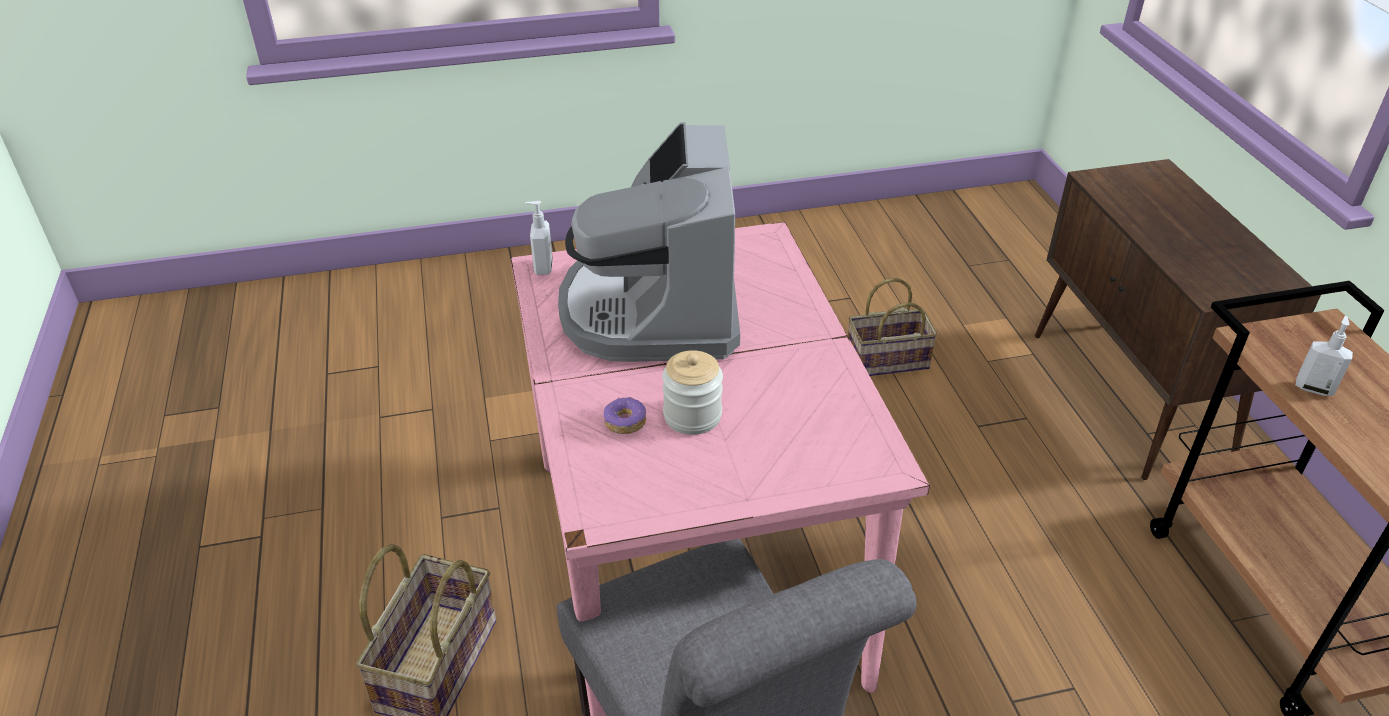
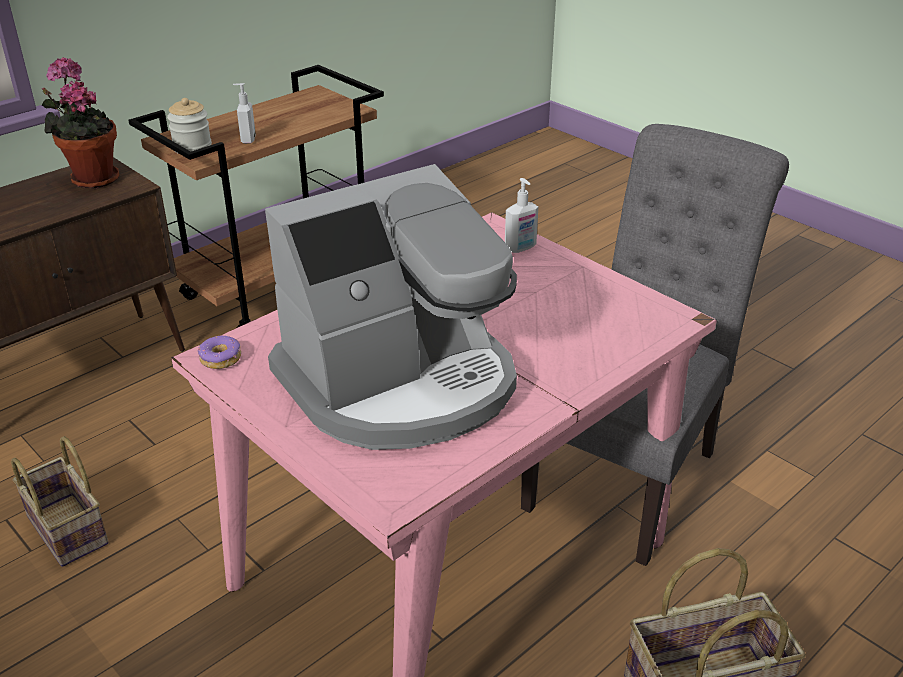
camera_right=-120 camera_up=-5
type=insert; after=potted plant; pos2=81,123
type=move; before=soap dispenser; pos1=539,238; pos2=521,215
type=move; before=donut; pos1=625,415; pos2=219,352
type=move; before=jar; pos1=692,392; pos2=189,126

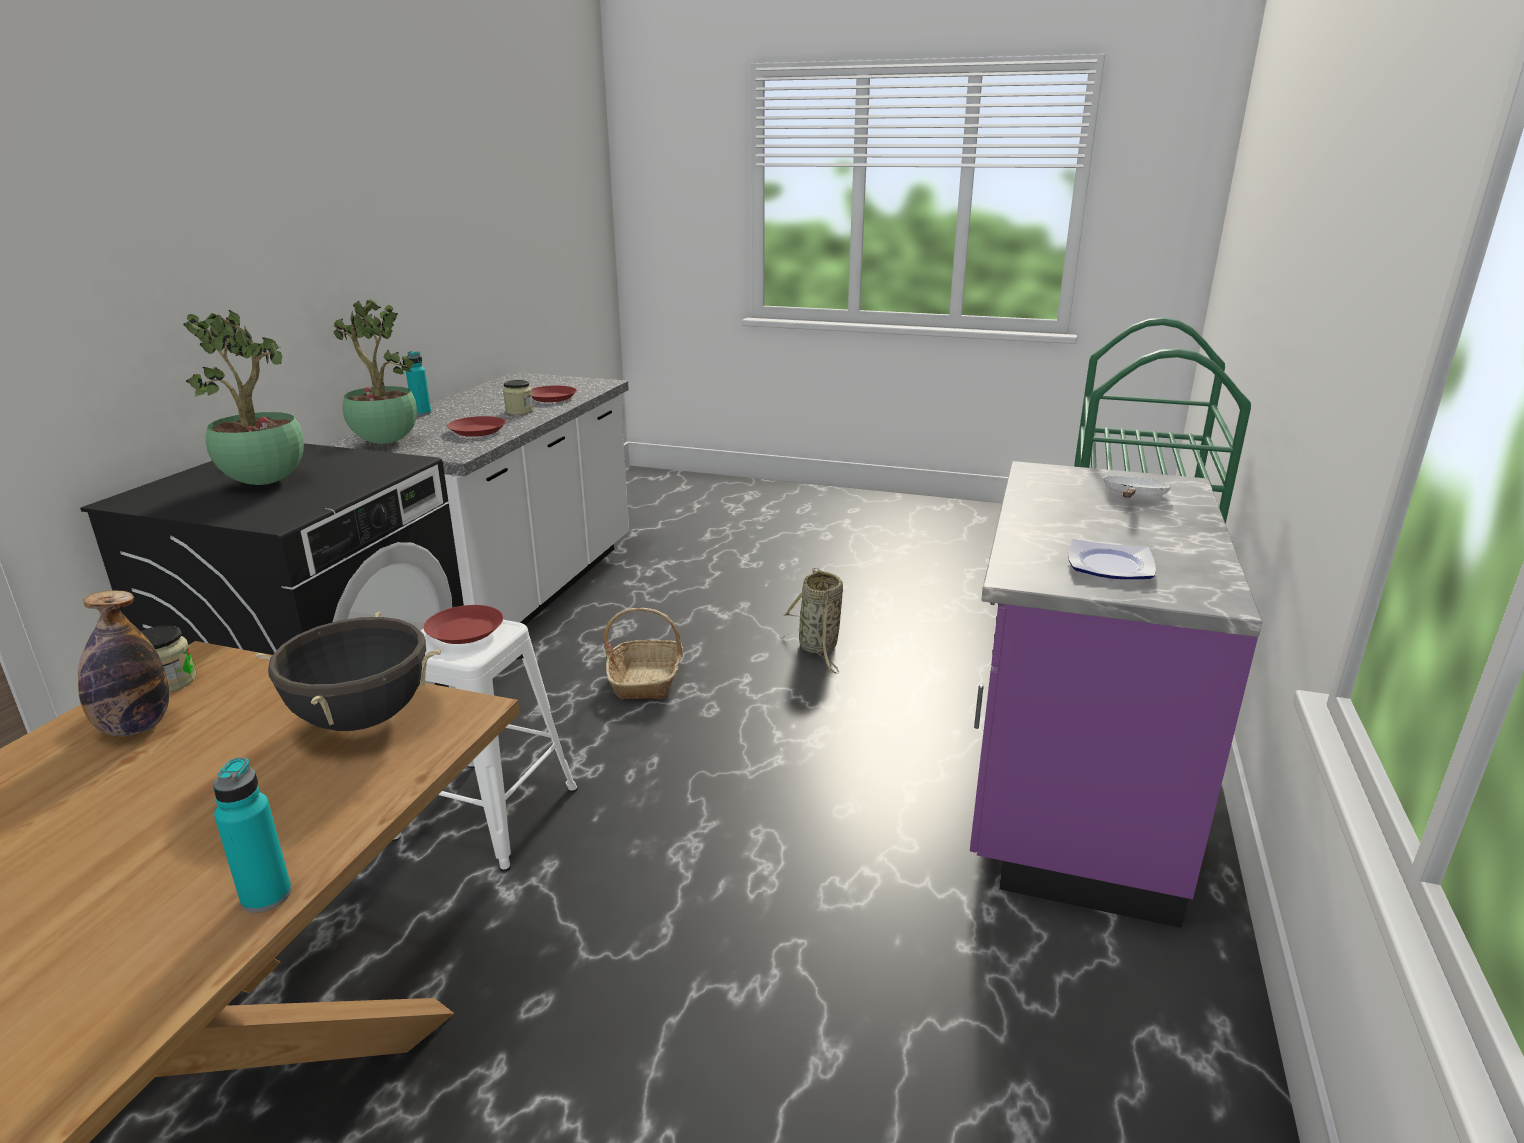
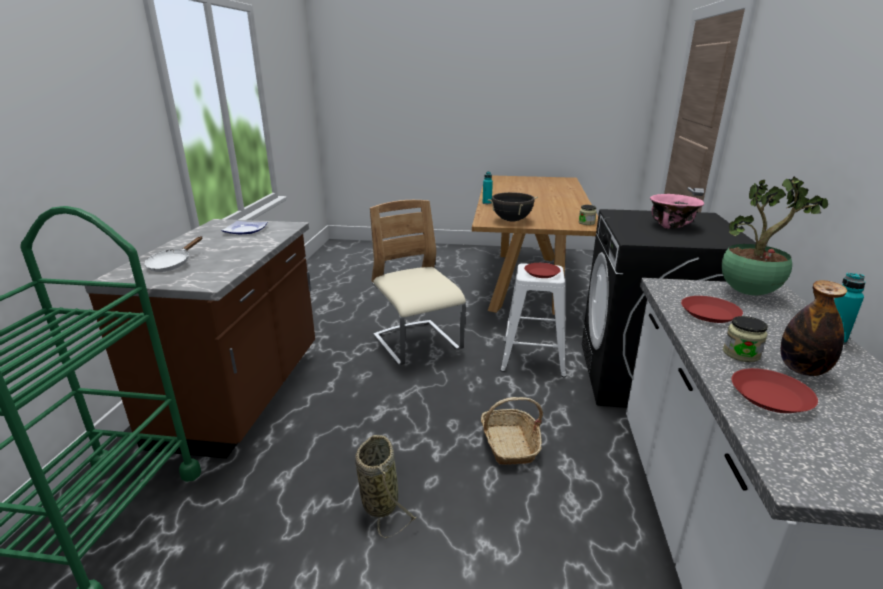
camera_right=170 camera_up=0
type=insert; after=chair/beige; pos2=418,283
type=move; before=bottle; pos1=123,663; pos2=814,328
type=replace; before=potted plant; after=bowl/pink; pos1=243,397; pos2=677,211
type=recolor; before=counter/purple; after=counter/brown; pos1=1116,694; pos2=199,339

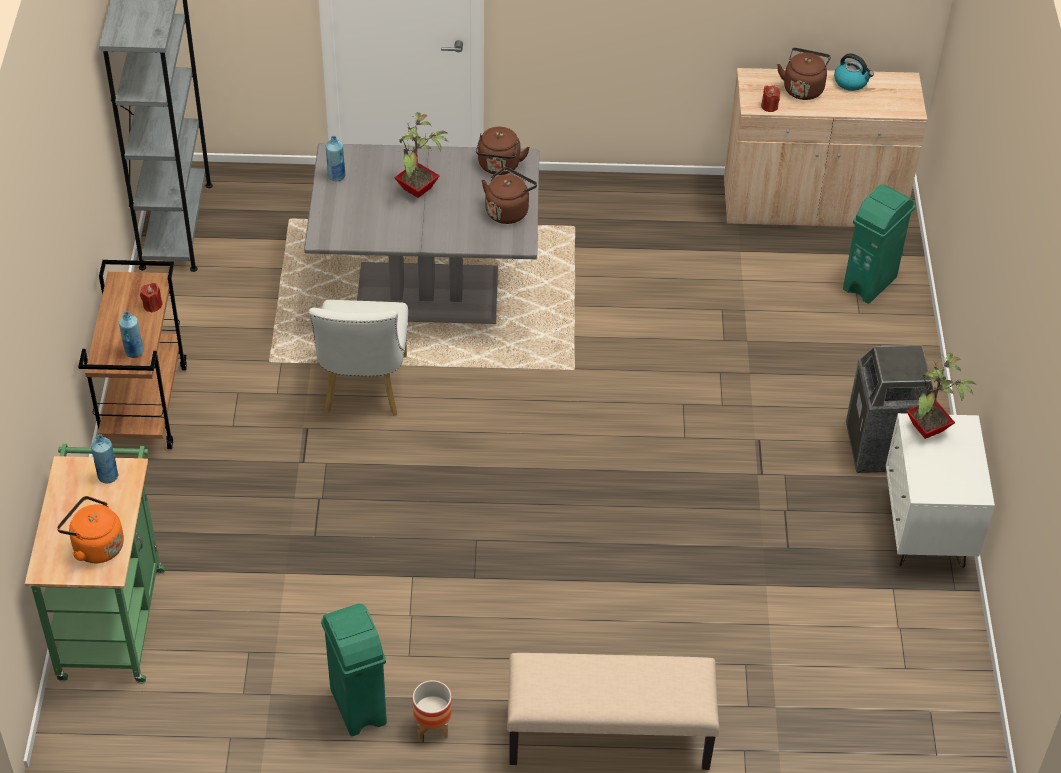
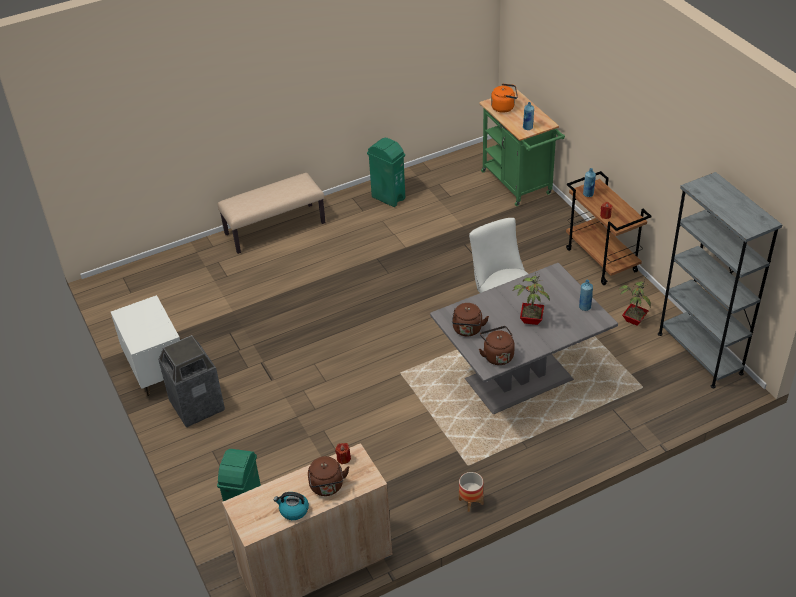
camera_right=155 camera_up=-5
type=move; before=planter; pos1=432,709; pos2=471,492
type=move; before=potted plant; pos1=941,396; pos2=635,302

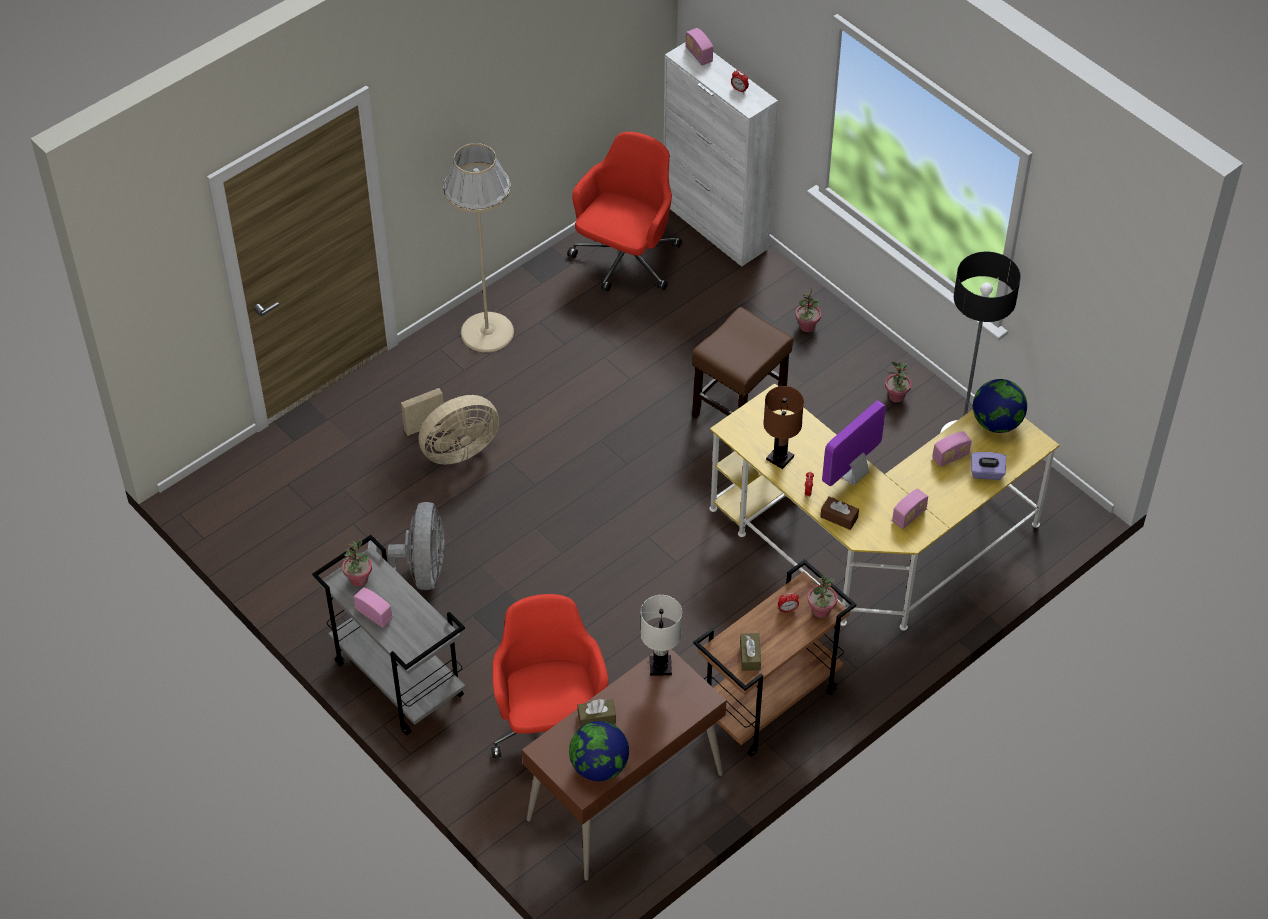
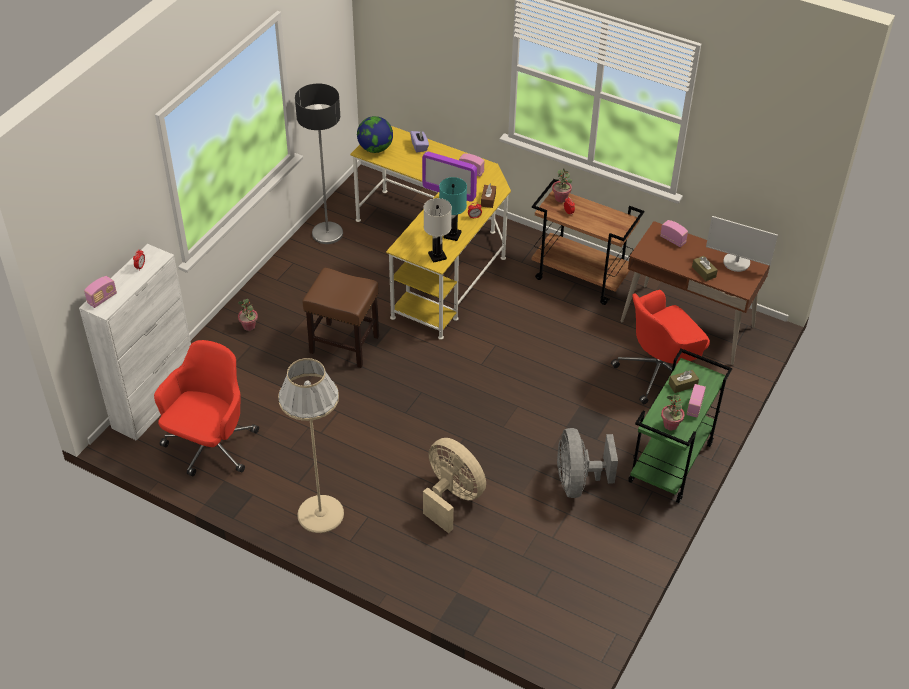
camera_right=-110 camera_up=-5
type=delete; before=potted plant; pos1=898,382
type=move; before=table lamp/white; pos1=661,635; pos2=437,230
type=move; before=tissue box/brown; pos1=750,652; pos2=684,381
type=move; before=radio; pos1=952,449; pos2=674,233
type=replace; before=globe; after=monitor; pos1=599,751; pos2=742,244
type=recolor; before=cart/grey; after=cart/green; pos1=388,635; pos2=680,426
type=recolor; before=table lamp/brown; after=table lamp/turquoise; pos1=783,427; pos2=453,209
type=rotate; before=fan/grey; pos1=406,546; pos2=587,463; turn=-75
type=rotate; before=office chair/red; pos1=624,211; pos2=206,408; turn=105

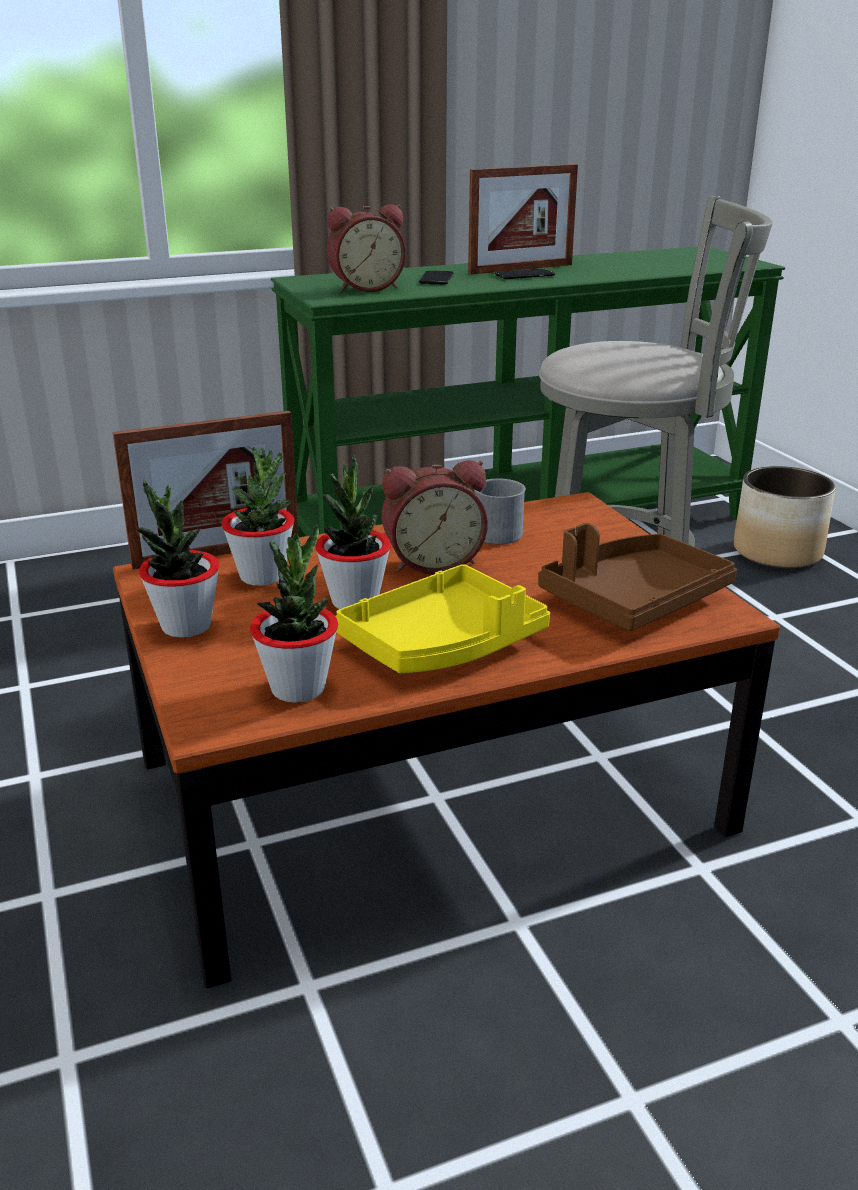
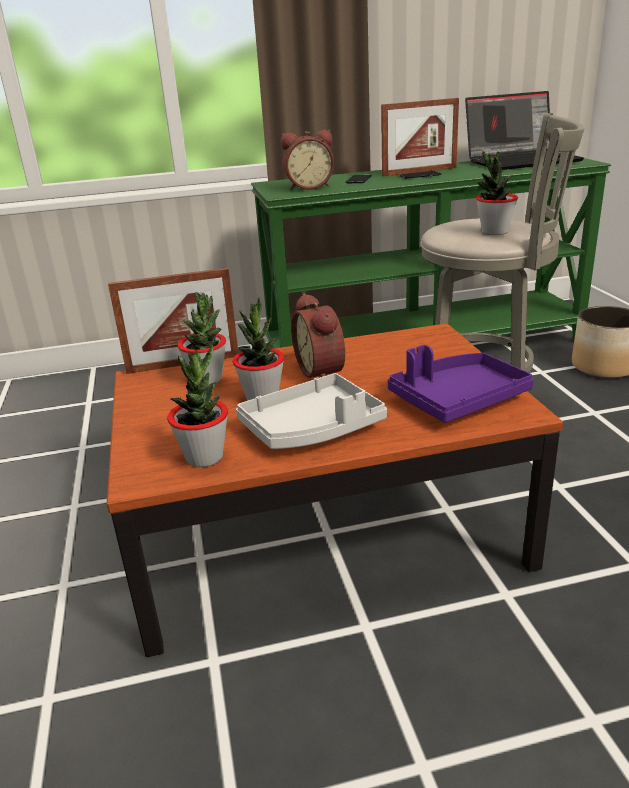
camera_right=10 camera_up=0
type=delete; before=mug/grey; pos1=500,511
type=insert; after=laptop; pos2=524,130
type=move; before=potted plant; pos1=177,558; pos2=497,193
type=recolor; before=tray/yellow; after=tray/grey; pos1=442,618; pos2=311,411
type=recolor; before=tray/brown; after=tray/purple; pos1=637,577; pos2=461,384
type=rotate; before=alarm clock; pos1=435,517; pos2=318,335; turn=75

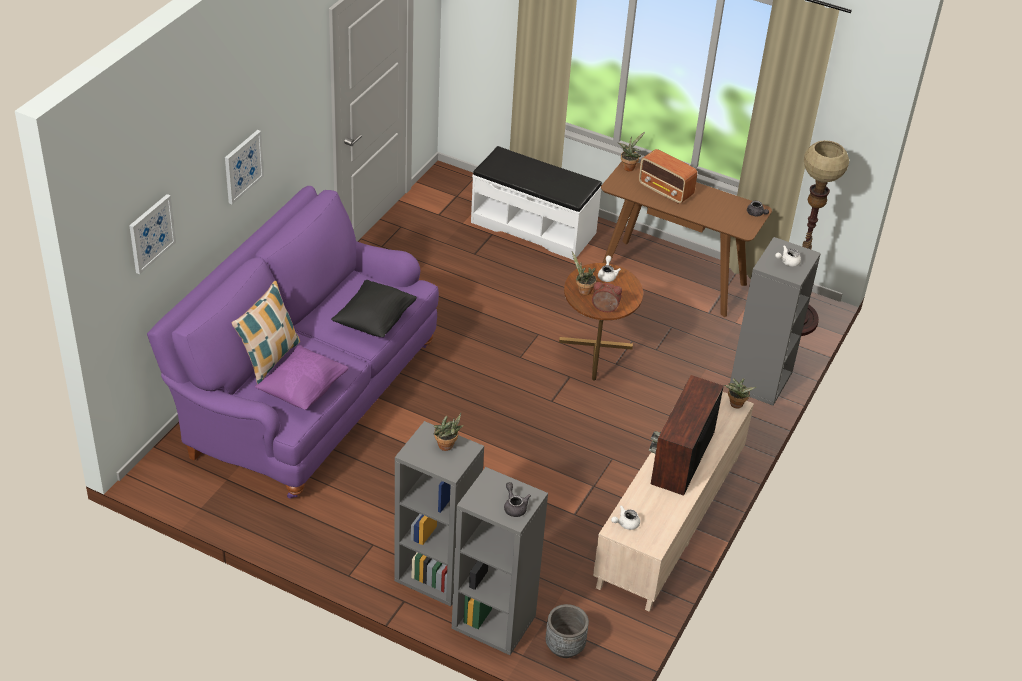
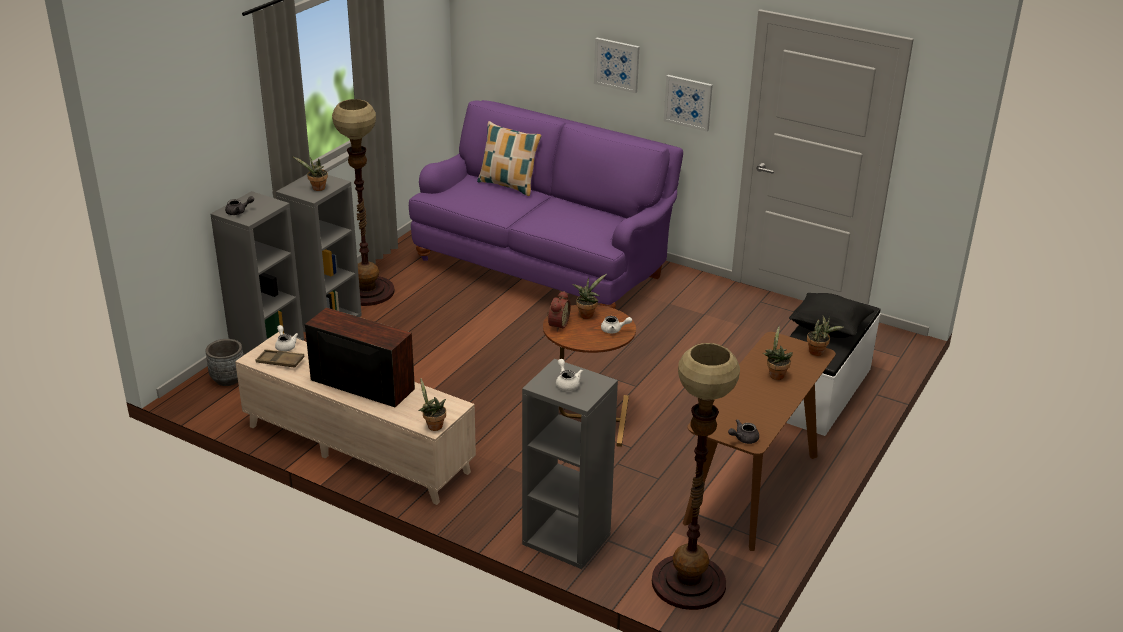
camera_right=95 camera_up=-10
type=delete; before=pillow/purple; pos1=301,377
type=insert; after=tray/brown; pos2=280,358
type=insert; after=floor lamp; pos2=363,202
type=move; before=picture; pos1=152,234; pos2=688,103
type=move; before=pillow/black; pos1=374,308; pos2=831,315
type=replace; before=radio; after=potted plant; pos1=668,176; pos2=778,353

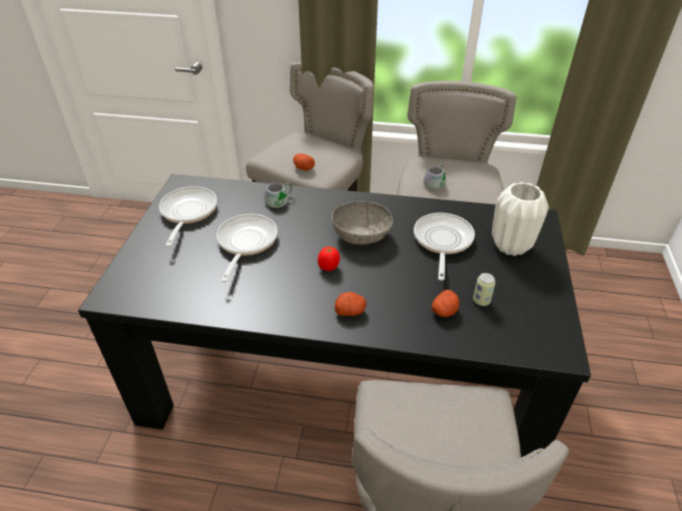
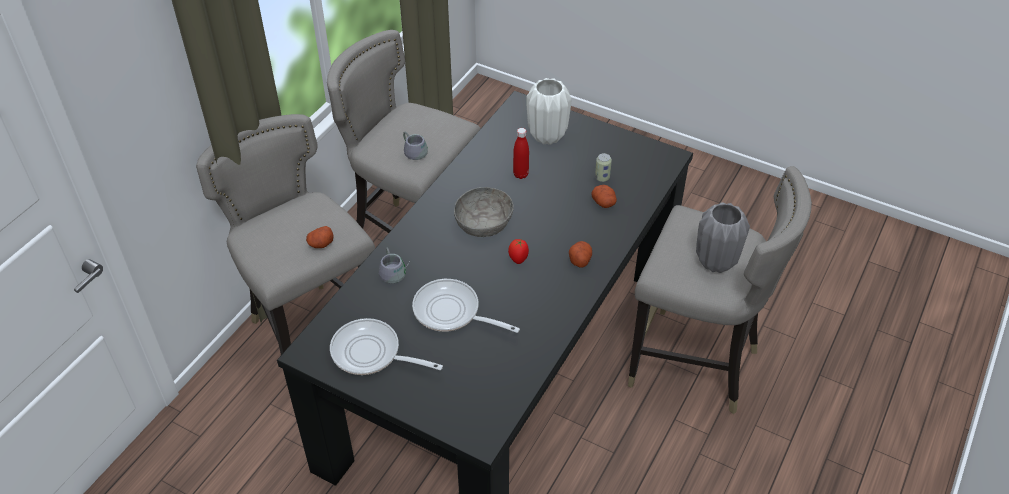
camera_right=-70 camera_up=5
type=insert; after=vase/grey; pos2=723,237
type=replace; before=frying pan; after=bottle/red; pos1=444,247; pos2=521,153

